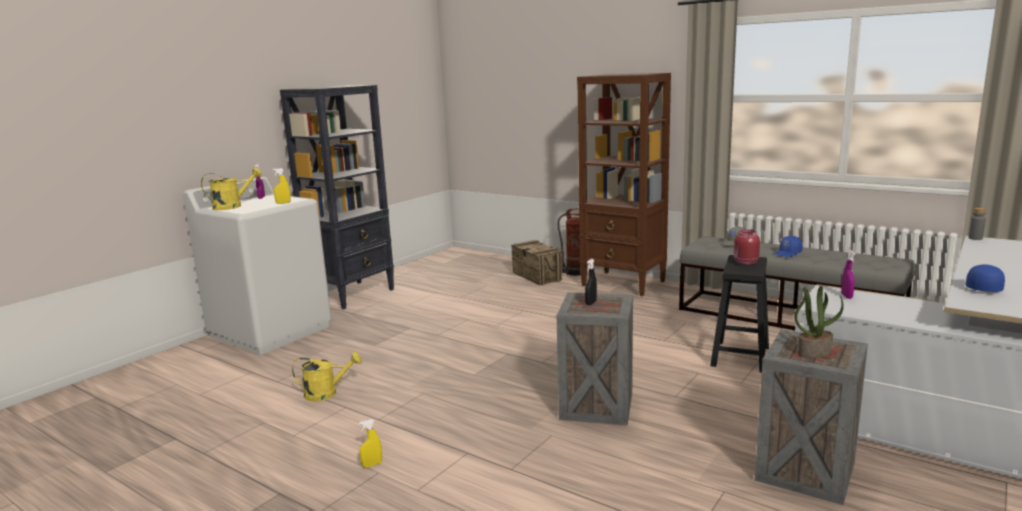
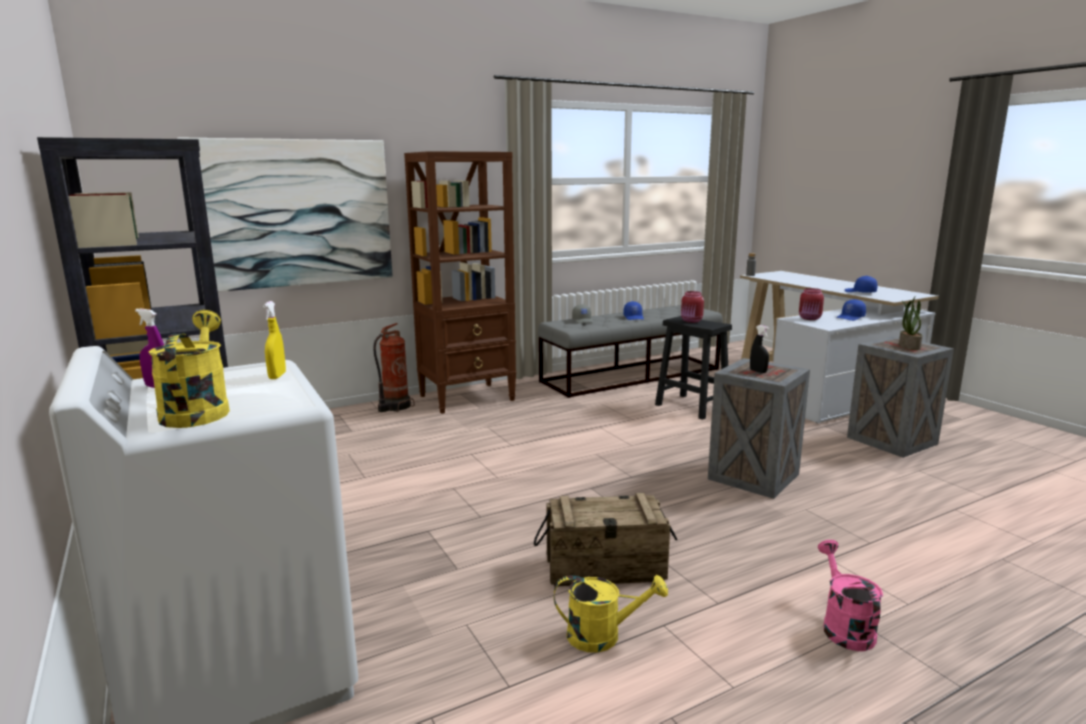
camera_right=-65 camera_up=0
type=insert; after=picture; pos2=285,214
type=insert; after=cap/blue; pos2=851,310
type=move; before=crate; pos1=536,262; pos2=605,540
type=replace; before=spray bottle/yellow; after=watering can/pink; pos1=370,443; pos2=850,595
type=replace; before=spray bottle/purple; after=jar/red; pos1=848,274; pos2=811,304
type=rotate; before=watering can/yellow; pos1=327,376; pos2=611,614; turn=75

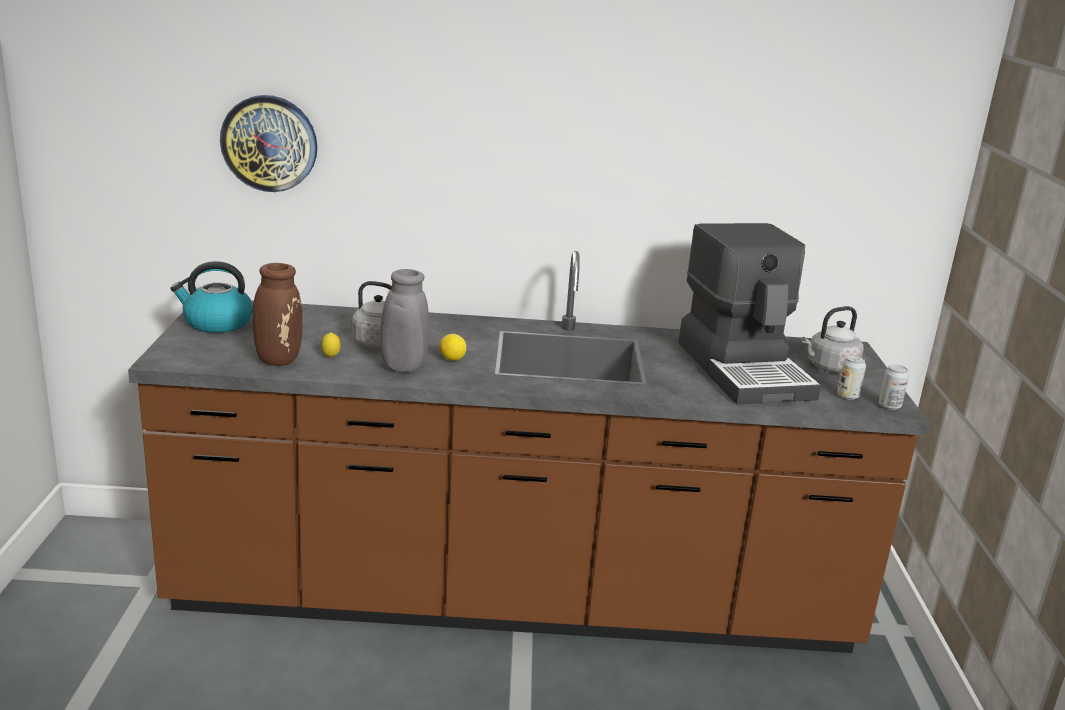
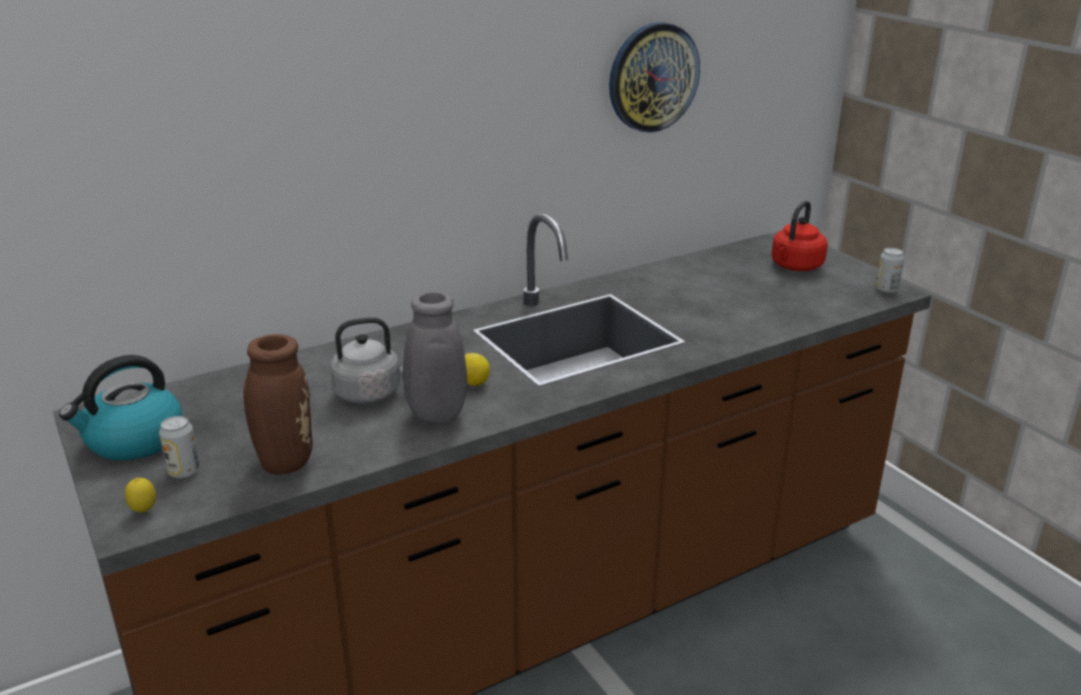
camera_right=-30 camera_up=5
type=delete; before=coffee machine; pos1=749,314
type=move; before=wall clock; pos1=268,143; pos2=654,77
type=move; before=lemon; pos1=331,345; pos2=140,495
type=move; before=can; pos1=851,377; pos2=179,447
type=recolor; before=kettle/grey; after=kettle/red; pos1=832,339; pos2=799,236

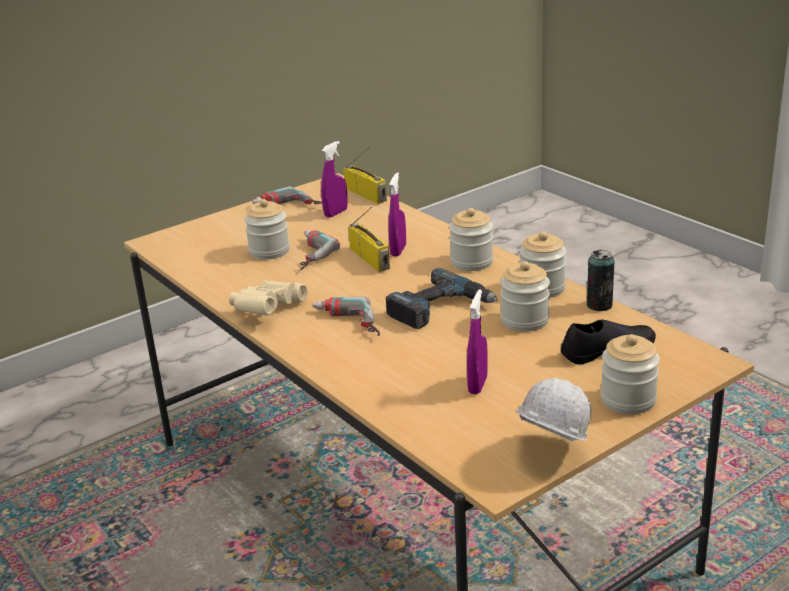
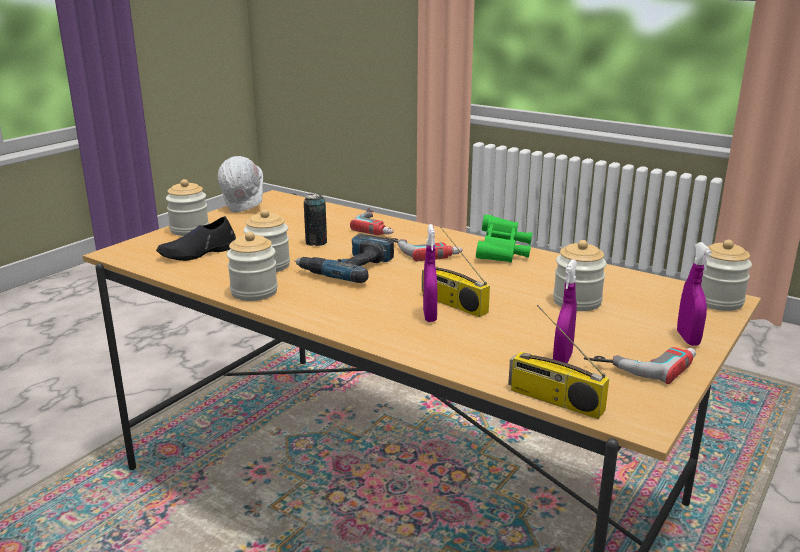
camera_right=160 camera_up=-5
type=move; before=power drill; pos1=320,250; pos2=372,222
type=move; before=jar; pos1=471,239; pos2=726,275
type=move; before=spray bottle/purple; pos1=477,341; pos2=694,294
type=move; before=can; pos1=600,280; pos2=315,220
type=recolor; before=binoculars/beige; after=binoculars/green; pos1=268,297; pos2=504,239

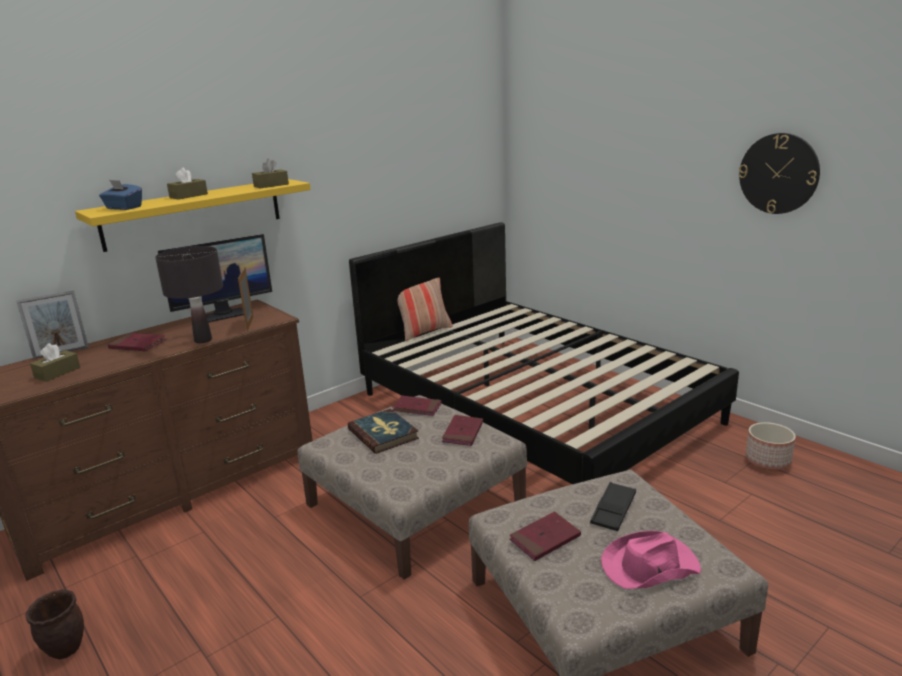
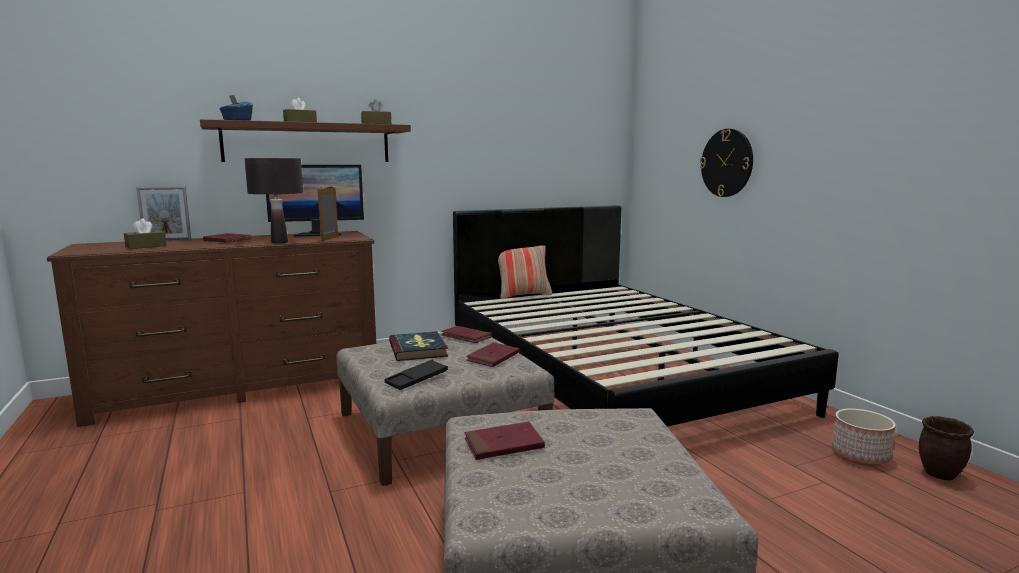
camera_right=15 camera_up=-10
type=delete; before=hat/pink; pos1=651,560
type=move; before=planter/brown; pos1=54,624; pos2=946,448
type=move; before=tray/black; pos1=613,506; pos2=416,375
type=move; before=wall clock; pos1=779,173; pos2=726,163
type=recolor; before=shelf/yellow; after=shelf/brown; pos1=193,215; pos2=305,140

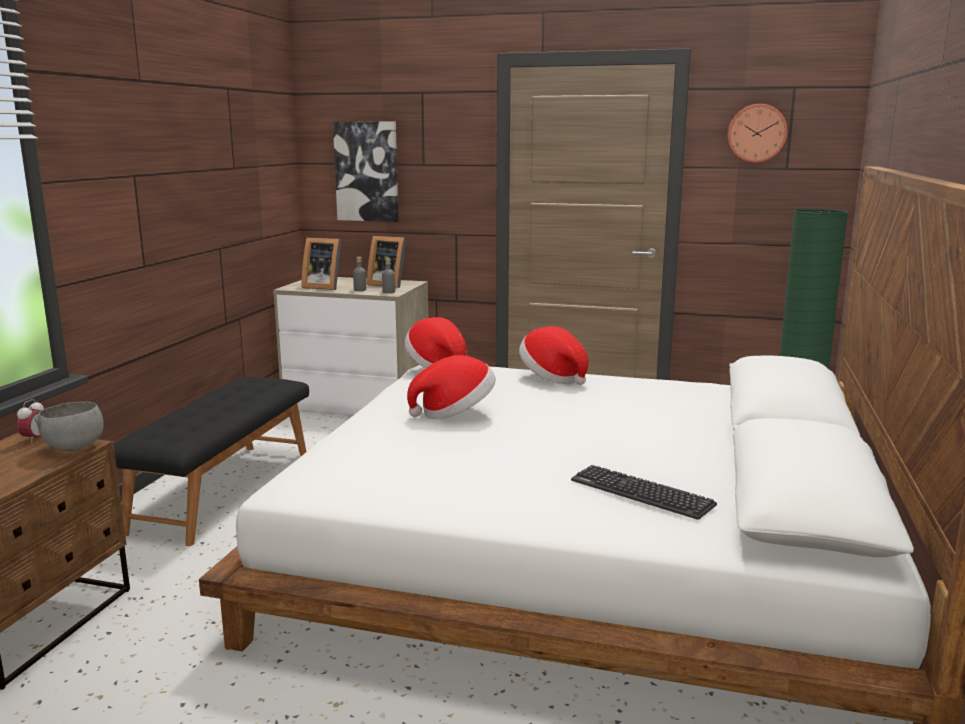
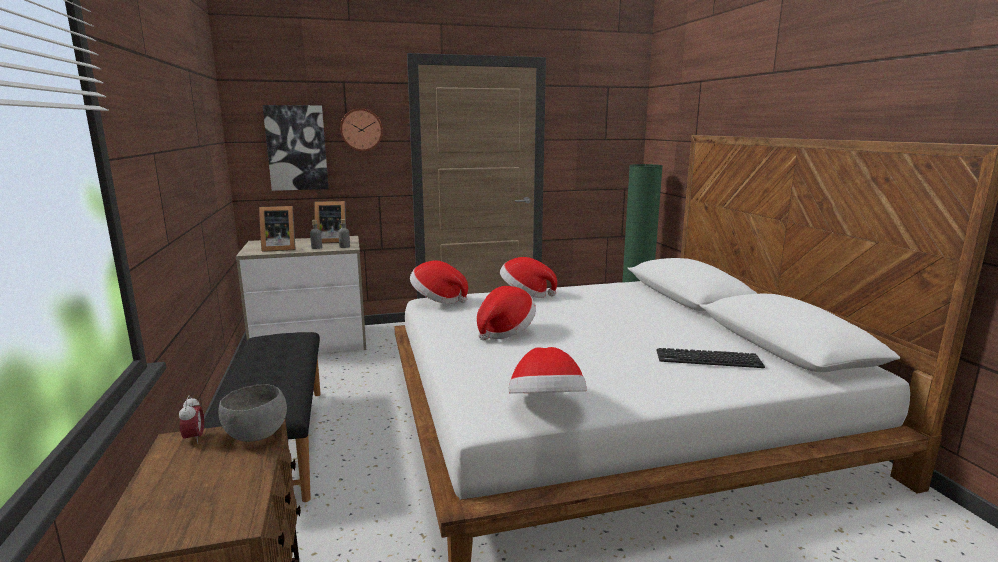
camera_right=-30 camera_up=0
type=insert; after=hat; pos2=548,370
type=move; before=wall clock; pos1=758,133; pos2=361,129

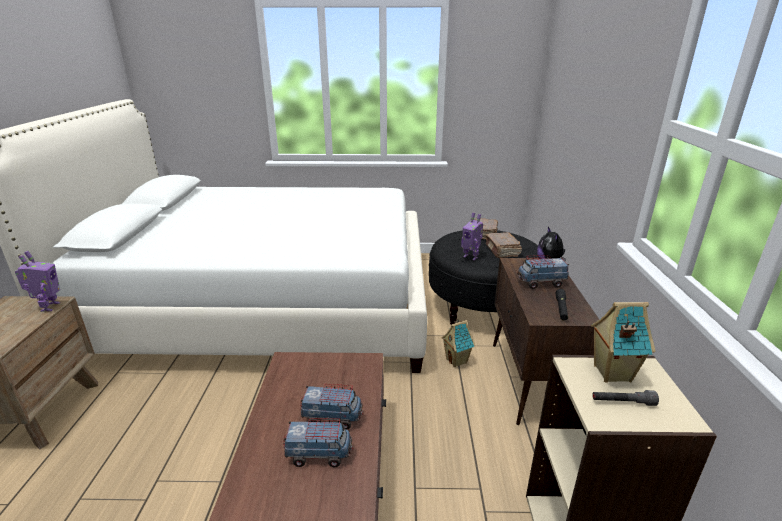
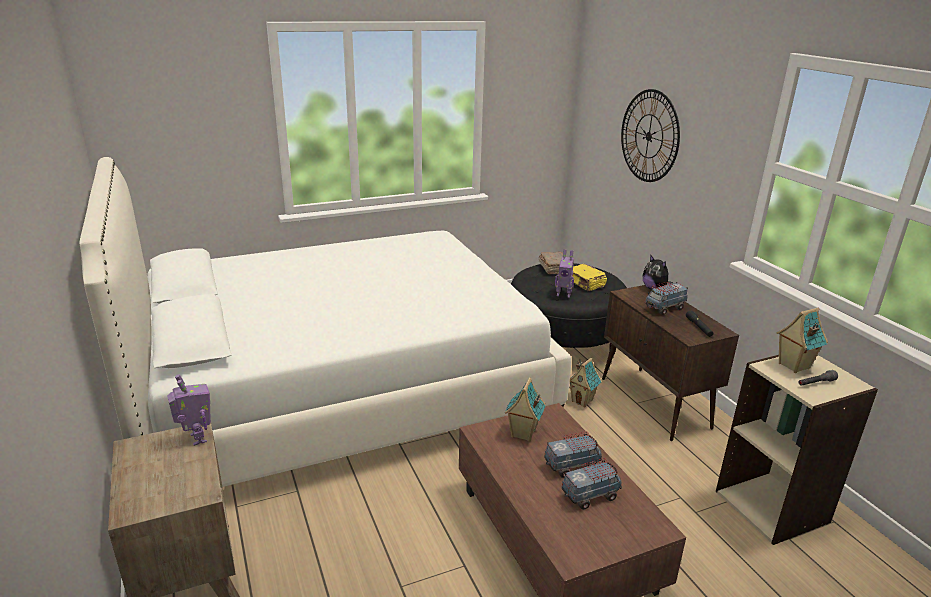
camera_right=-25 camera_up=0
type=insert; after=toy house; pos2=524,409
type=insert; after=wall clock; pos2=650,135
type=recolor; before=book/brown; after=book/yellow; pos1=503,245; pos2=589,277

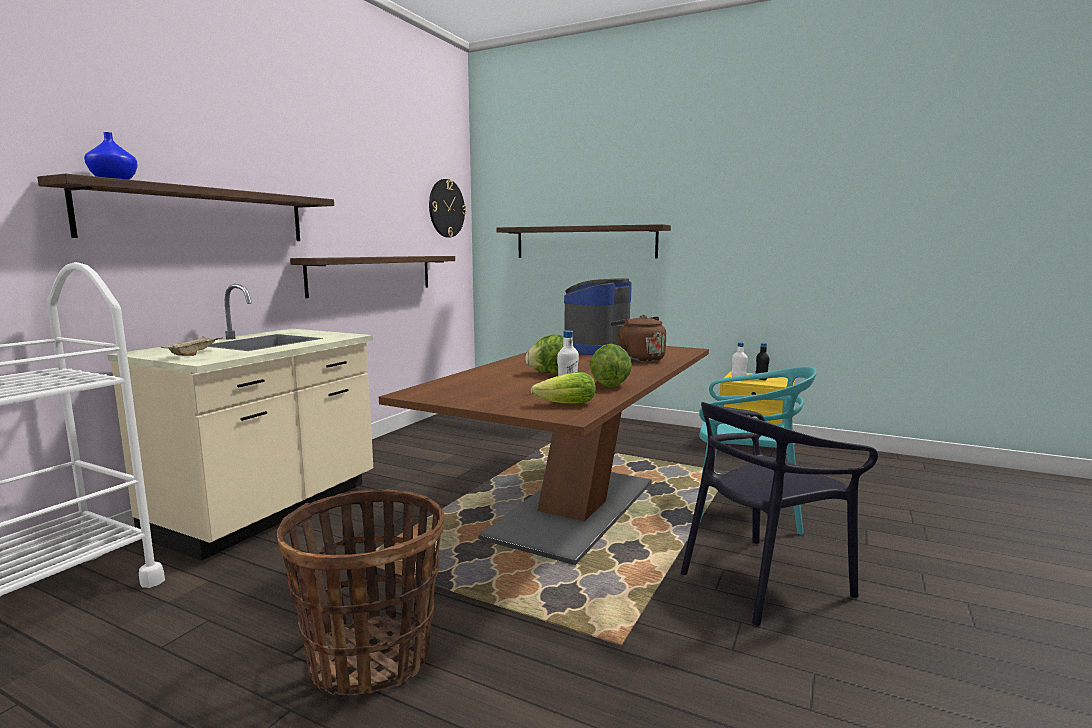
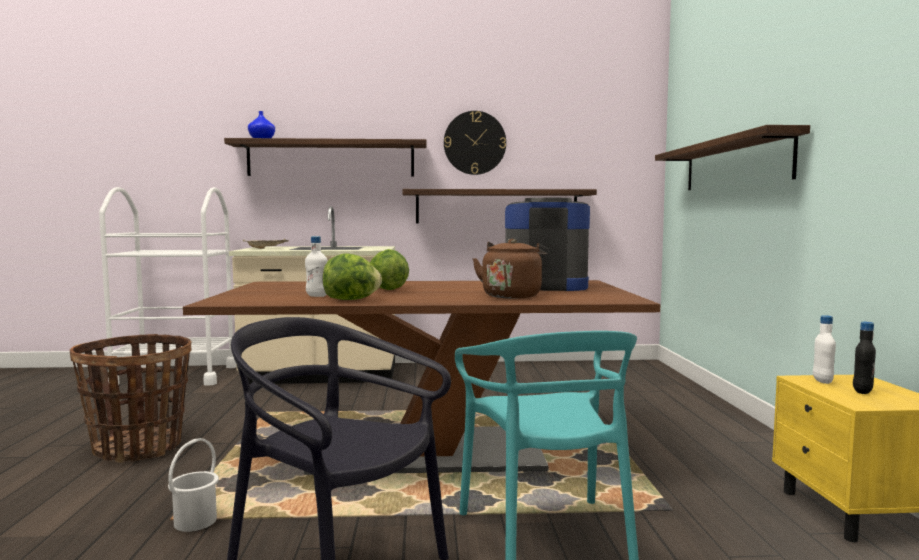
camera_right=60 camera_up=-5
type=delete; before=lettuce; pos1=563,388
type=insert; after=bucket/white; pos2=193,485
type=move; before=wall clock; pos1=447,208; pos2=475,143

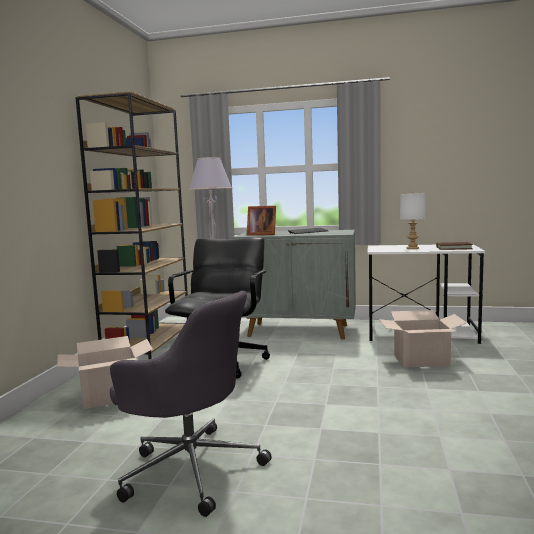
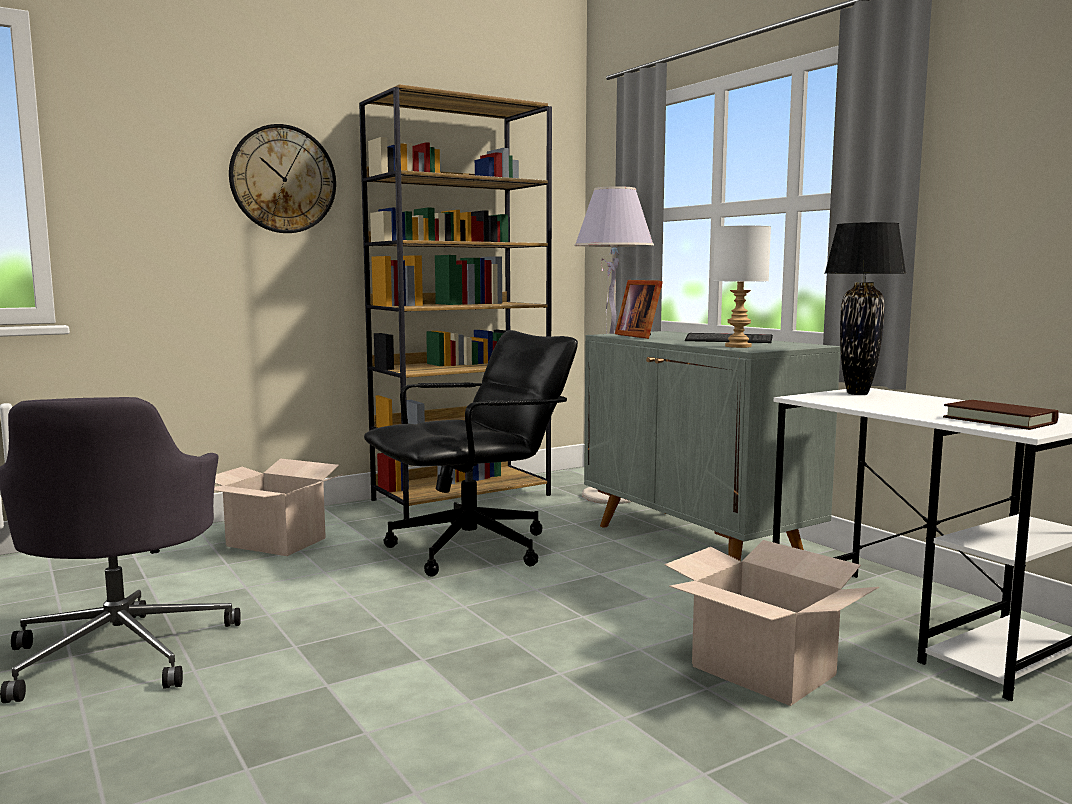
camera_right=45 camera_up=0
type=insert; after=wall clock; pos2=282,178
type=insert; after=table lamp/black; pos2=865,308
type=move; before=table lamp/white; pos1=413,221; pos2=742,286

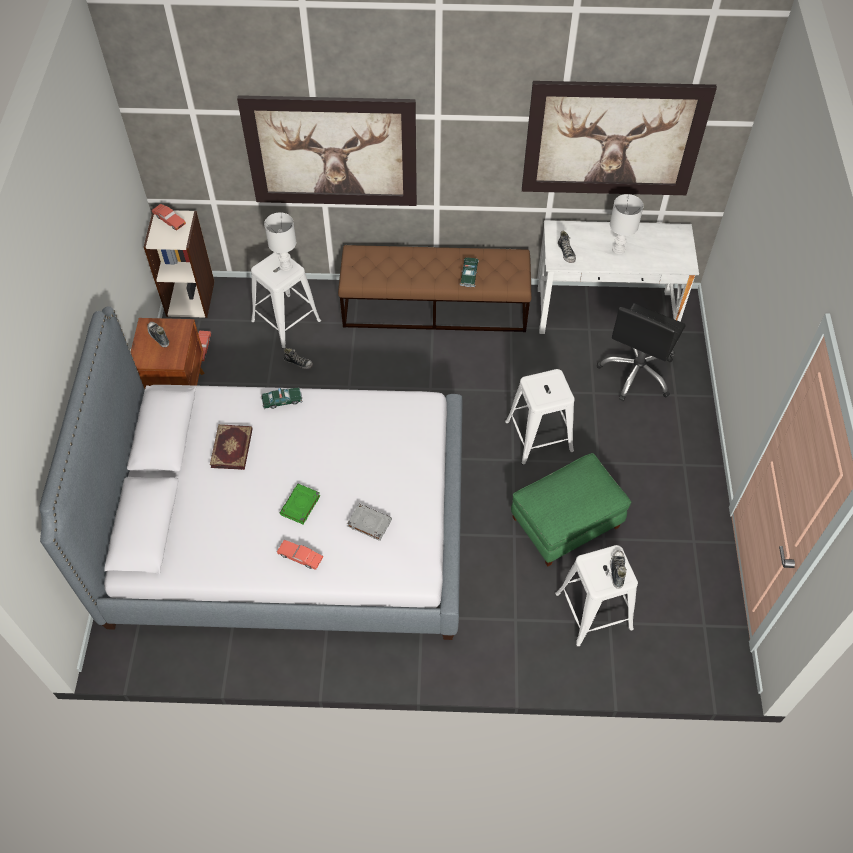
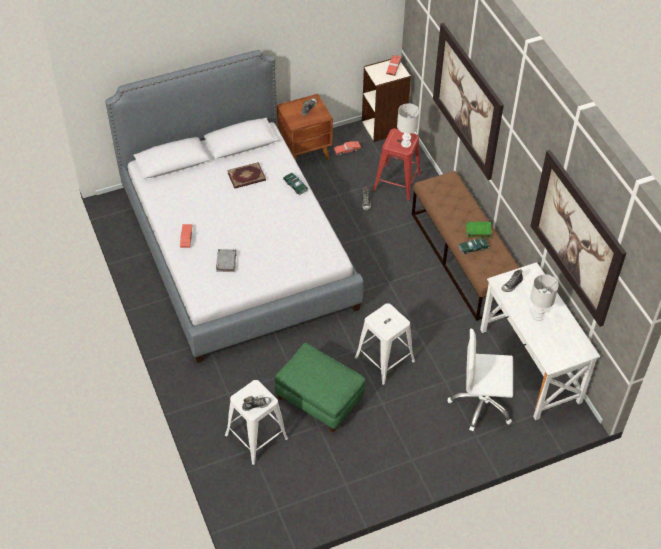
camera_right=65 camera_up=-5
type=move; before=book/green; pos1=300,504; pos2=479,229
type=recolor; before=stool/white; after=stool/red; pos1=286,300; pos2=397,164
type=recolor; before=office chair/black; after=office chair/white; pos1=641,352; pos2=480,380

